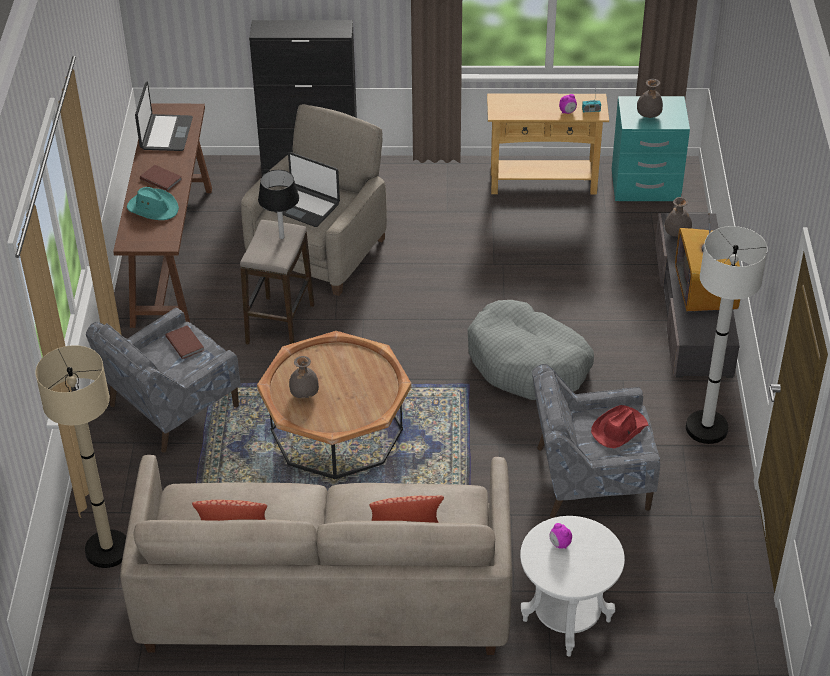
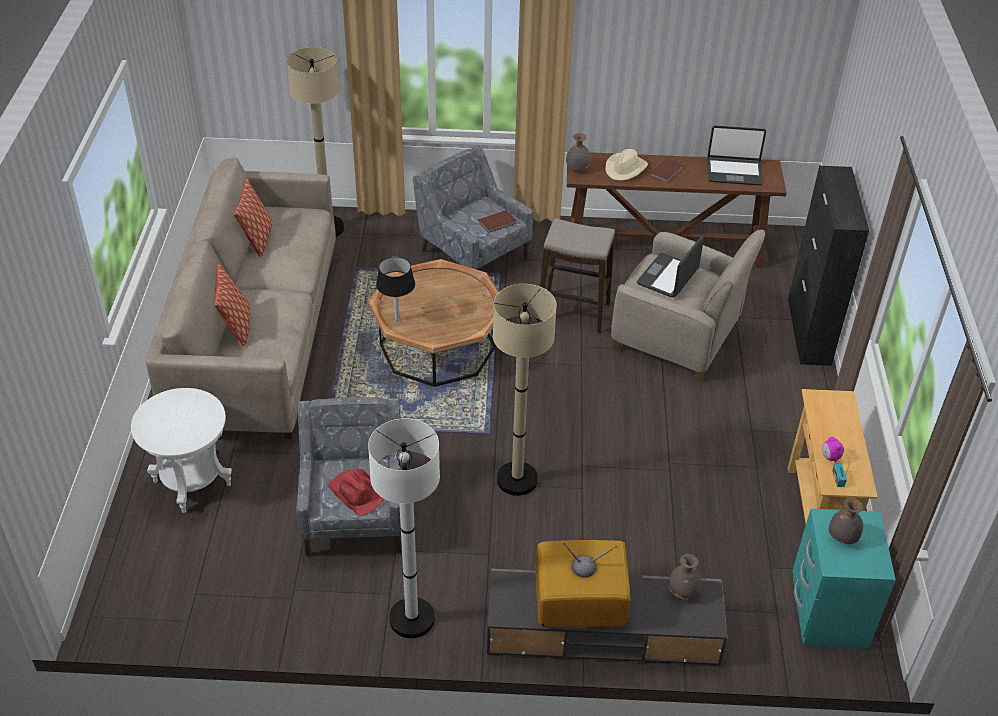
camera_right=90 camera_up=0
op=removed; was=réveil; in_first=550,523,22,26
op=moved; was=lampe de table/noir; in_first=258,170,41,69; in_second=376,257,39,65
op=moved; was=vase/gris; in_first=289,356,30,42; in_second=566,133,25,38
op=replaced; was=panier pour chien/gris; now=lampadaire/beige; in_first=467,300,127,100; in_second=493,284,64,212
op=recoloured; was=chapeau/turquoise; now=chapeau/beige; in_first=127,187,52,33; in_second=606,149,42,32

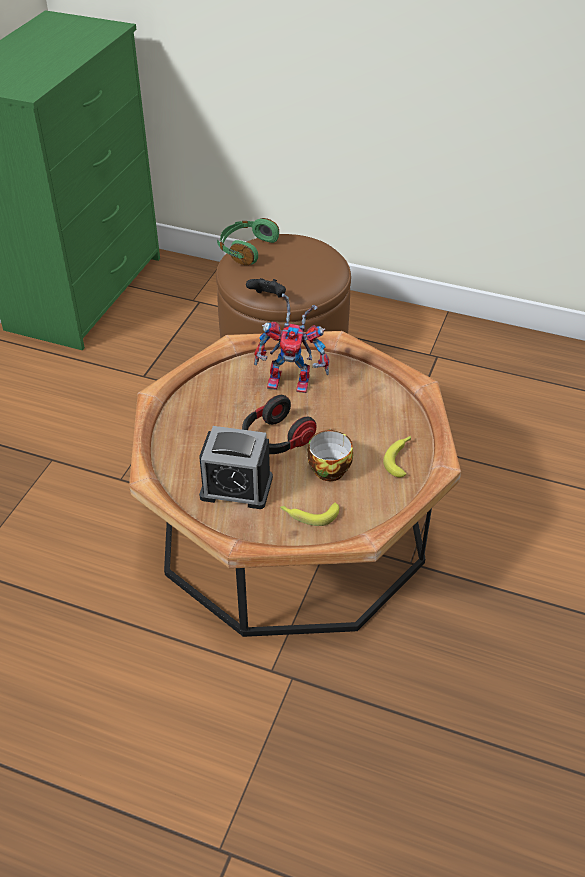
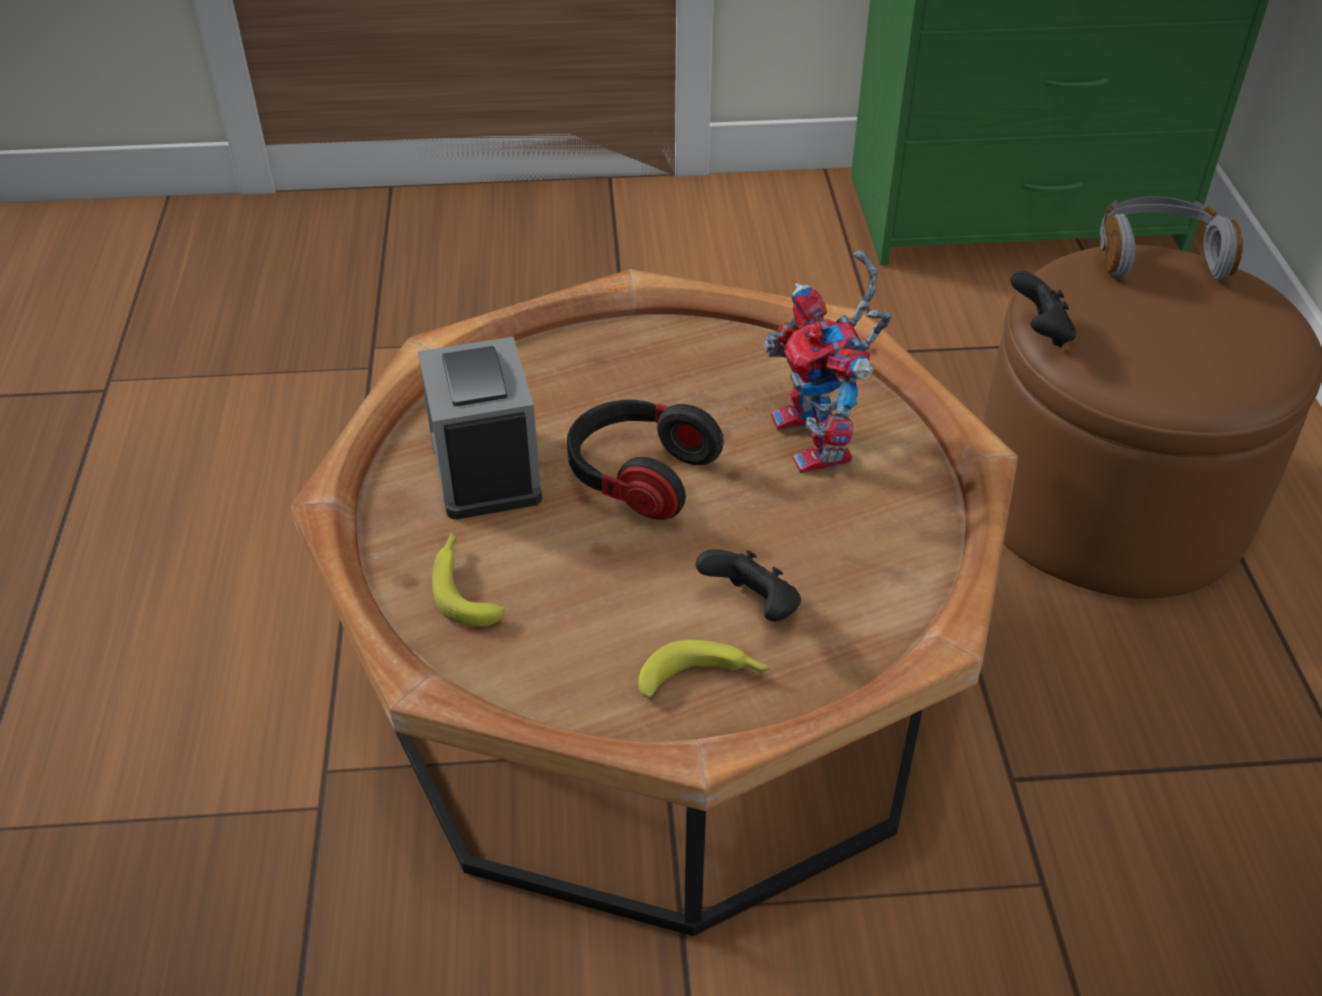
camera_right=65 camera_up=0
op=removed; was=tasse; in_first=307,429,46,52
op=added; now=manette/noir; in_second=696,549,105,72
op=recoloured; was=casque audio/vert; now=casque audio/gris; in_first=217,218,62,47; in_second=1100,196,143,84

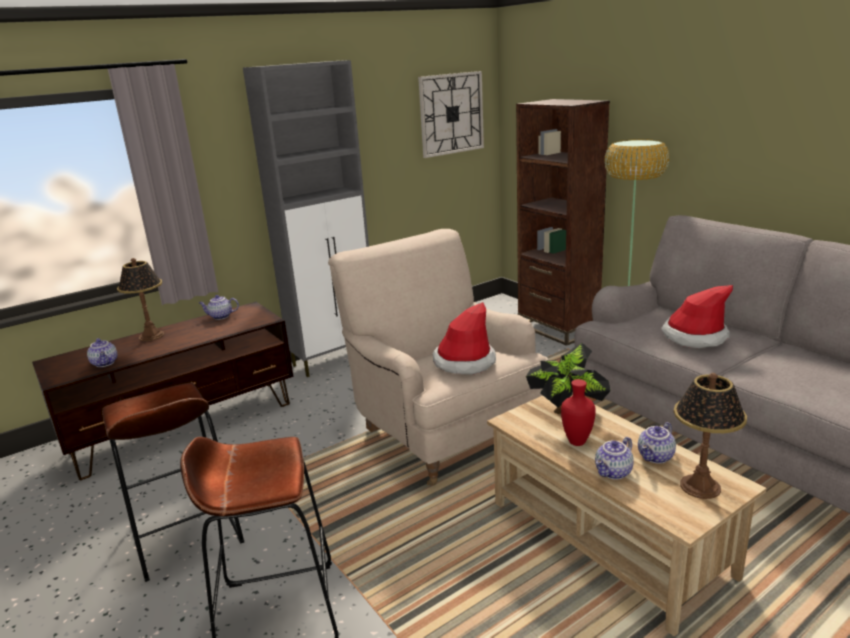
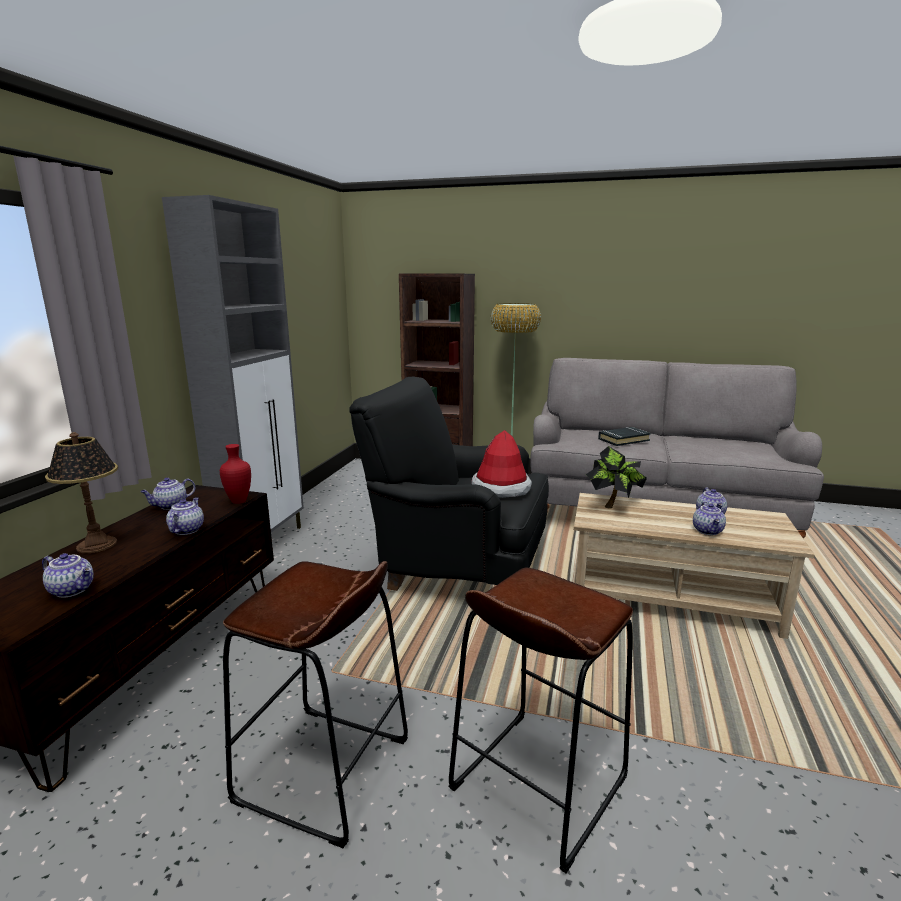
camera_right=-40 camera_up=-5
op=removed; was=horloge murale; in_first=418,71,66,87
op=removed; was=lampe de table; in_first=674,373,73,126
op=added; now=théière; in_second=166,498,38,37
op=moved; was=vase/rouge; in_first=561,379,35,67; in_second=220,444,31,60
op=replaced; was=chapeau; now=livre/noir; in_first=661,285,72,63; in_second=598,427,53,19
op=recoloured; was=fauteuil/beige; now=fauteuil/noir; in_first=328,229,220,257; in_second=349,377,200,214

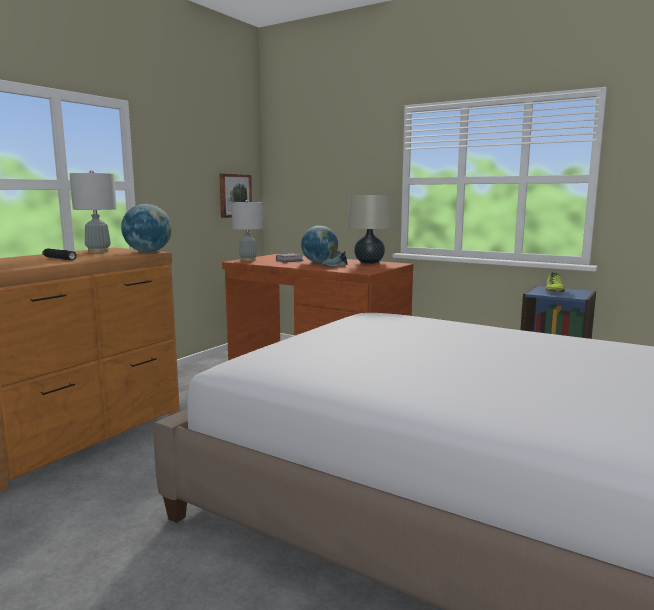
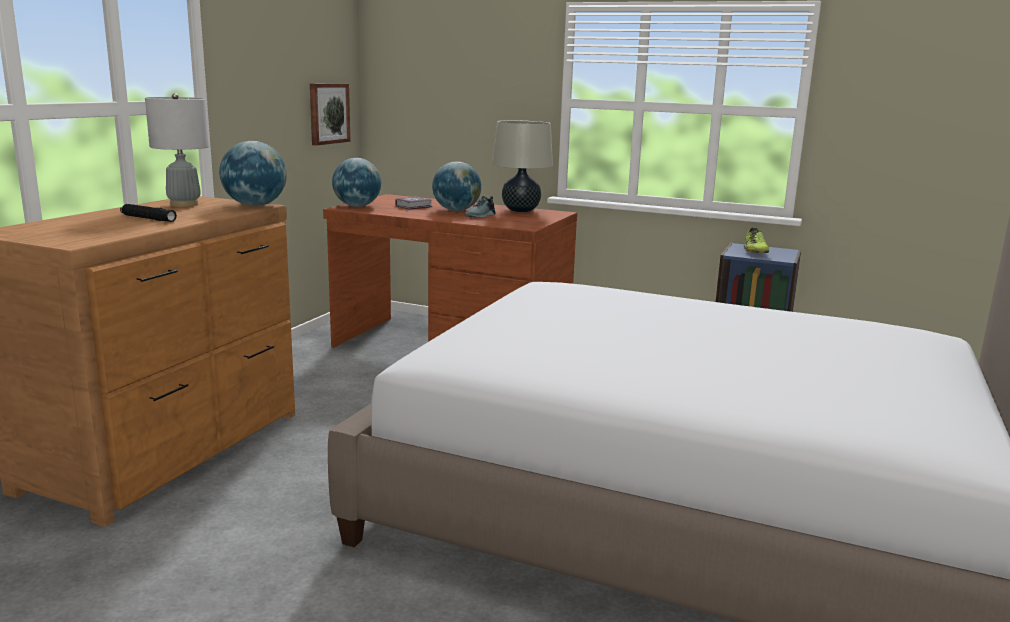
camera_right=-10 camera_up=5
op=replaced; was=lampe de table/gris; now=globe; in_first=231,200,32,61; in_second=332,158,49,49

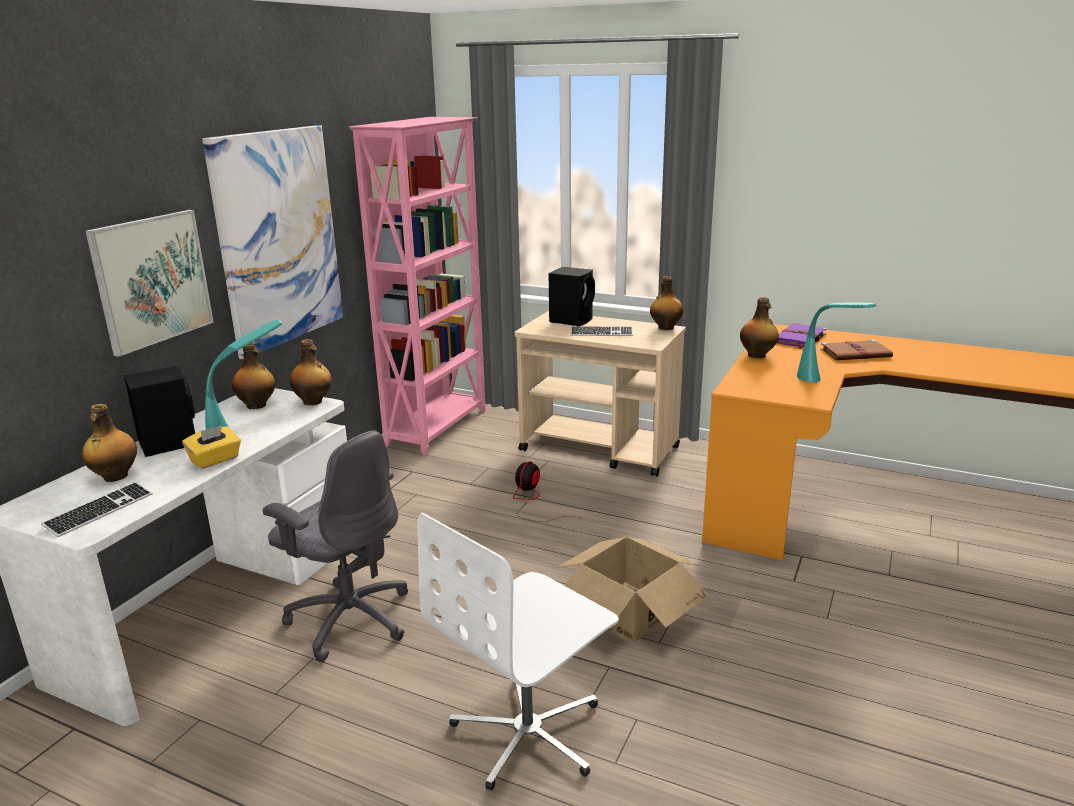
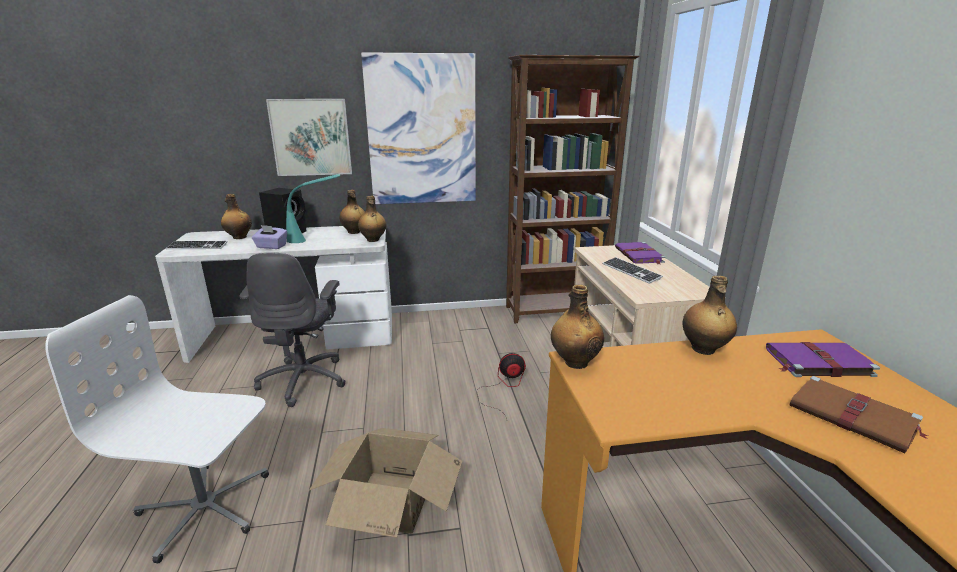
camera_right=55 camera_up=0
op=removed; was=lampe de table/turquoise; in_first=797,303,79,80
op=moved; was=bouteille; in_first=650,276,33,54; in_second=551,284,53,85
op=replaced; was=enceinte/noir; now=livre/violet; in_first=549,267,46,59; in_second=615,242,50,22
op=recoloured; was=boîte à mouchoirs/jaune; now=boîte à mouchoirs/violet; in_first=182,425,59,44; in_second=252,225,35,24
op=recoloured; was=bibliothèque/rose; now=bibliothèque/marron; in_first=349,117,137,338; in_second=506,55,134,268

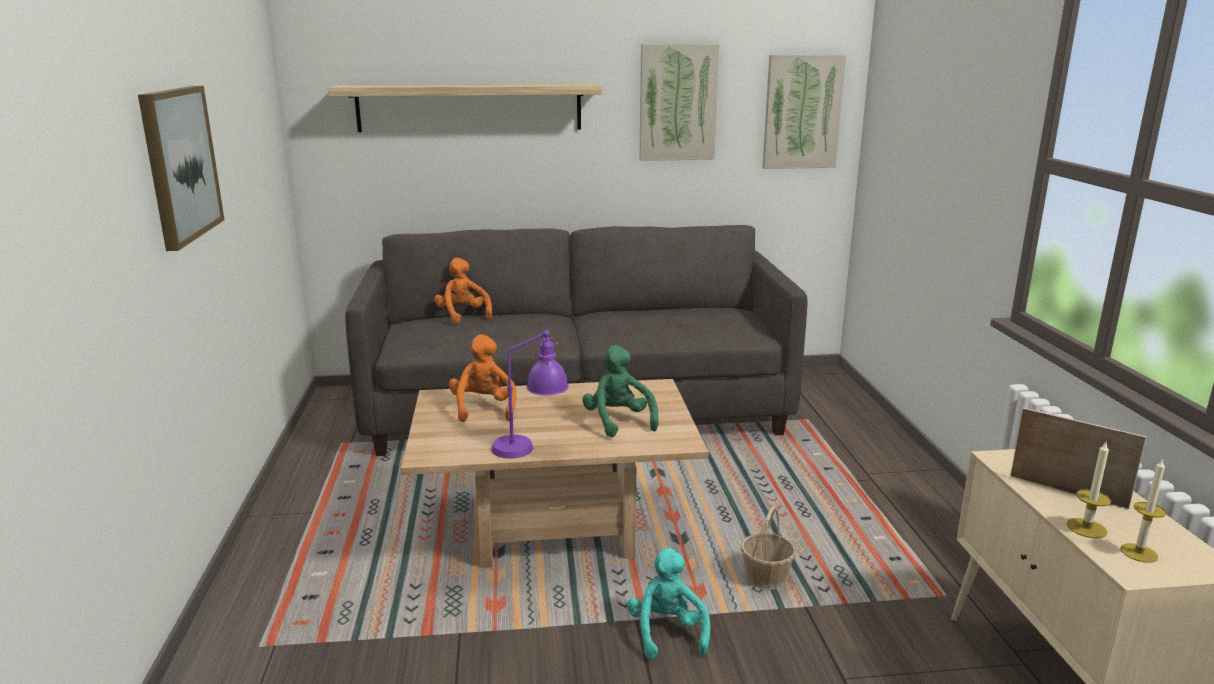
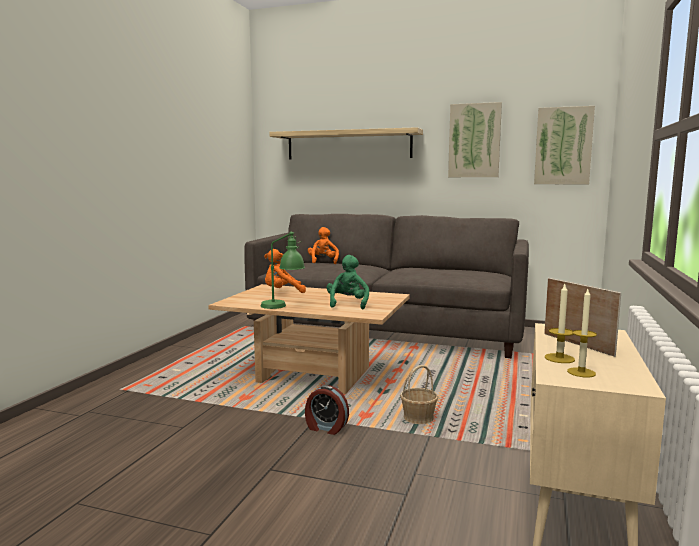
camera_right=25 camera_up=-10
op=removed; was=tableau; in_first=138,86,86,165
op=replaced; was=peluche/turquoise; now=réveil; in_first=627,548,83,111; in_second=305,385,44,50
op=recoloured; was=lampe de table/violet; now=lampe de table/vert; in_first=491,329,78,130; in_second=261,232,44,77
op=turned; was=peluche/orange; in_first=449,334,68,88; in_second=264,249,42,44; clockwise=-120

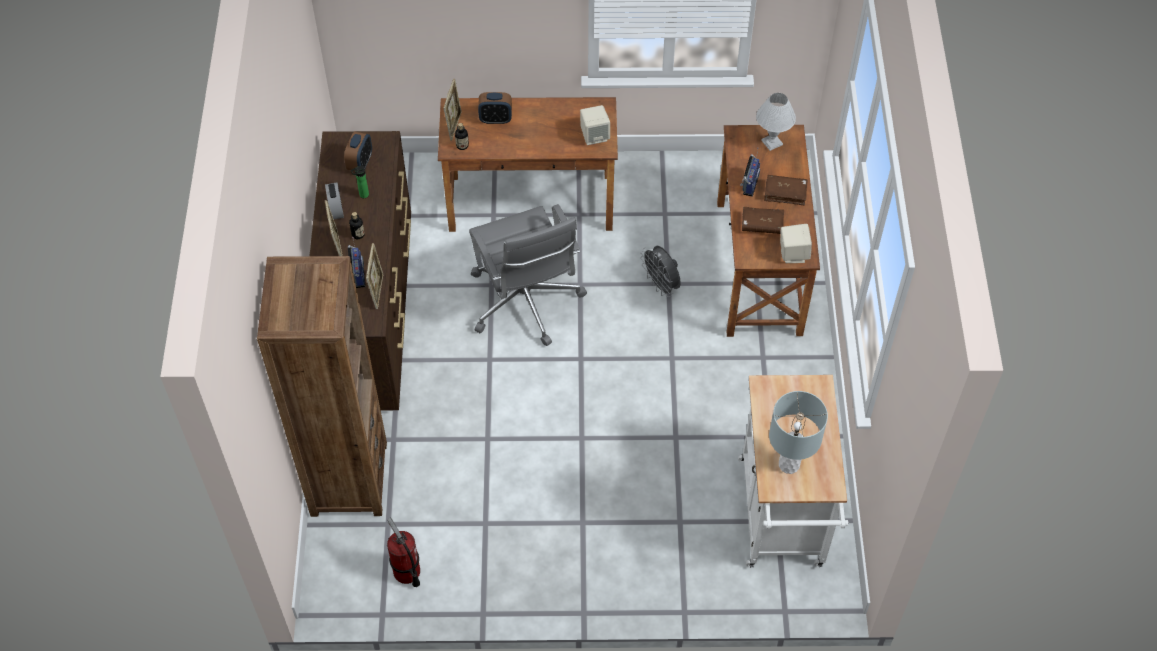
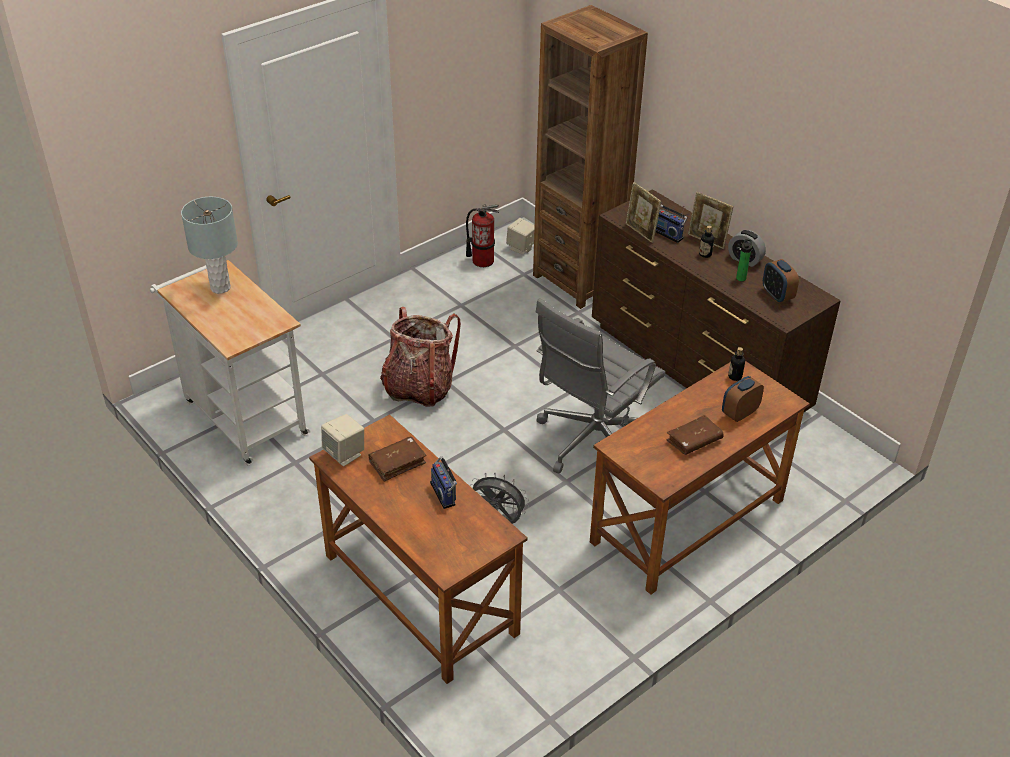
camera_right=140 camera_up=-15
op=removed; was=cadre photo; in_first=443,79,19,62
op=removed; was=lampe de table/blanc; in_first=756,93,40,58
op=added; now=sac à dos; in_second=380,307,81,100
op=moved; was=enceinte/beige; in_first=580,105,30,40; in_second=506,218,29,36
op=moved; was=livre/marron; in_first=764,175,44,30; in_second=667,415,57,40
op=turned; was=chaise de bureau/gris; in_first=469,204,118,142; in_second=535,298,130,176; clockwise=-75

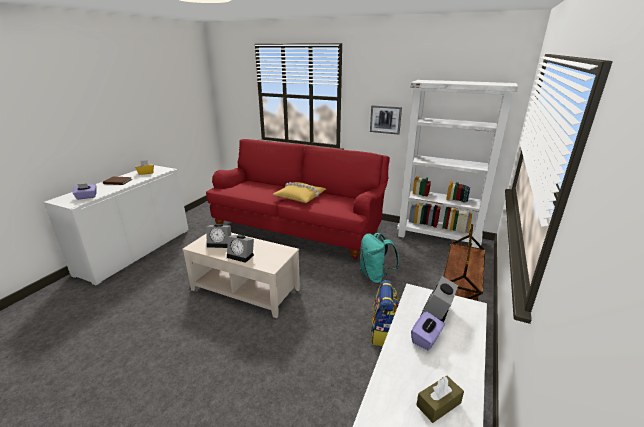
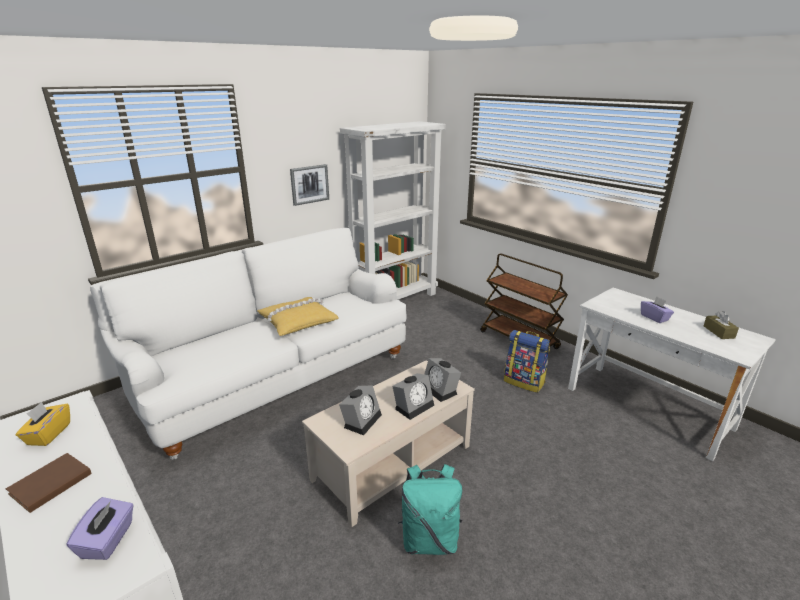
camera_right=-65 camera_up=0
op=moved; was=sac à dos/turquoise; in_first=360,233,39,51; in_second=398,464,64,91
op=moved; was=réveil; in_first=420,276,38,46; in_second=424,358,37,44
op=recoloured; was=canapé/rouge; now=canapé/blanc; in_first=206,139,184,121; in_second=90,228,317,232

